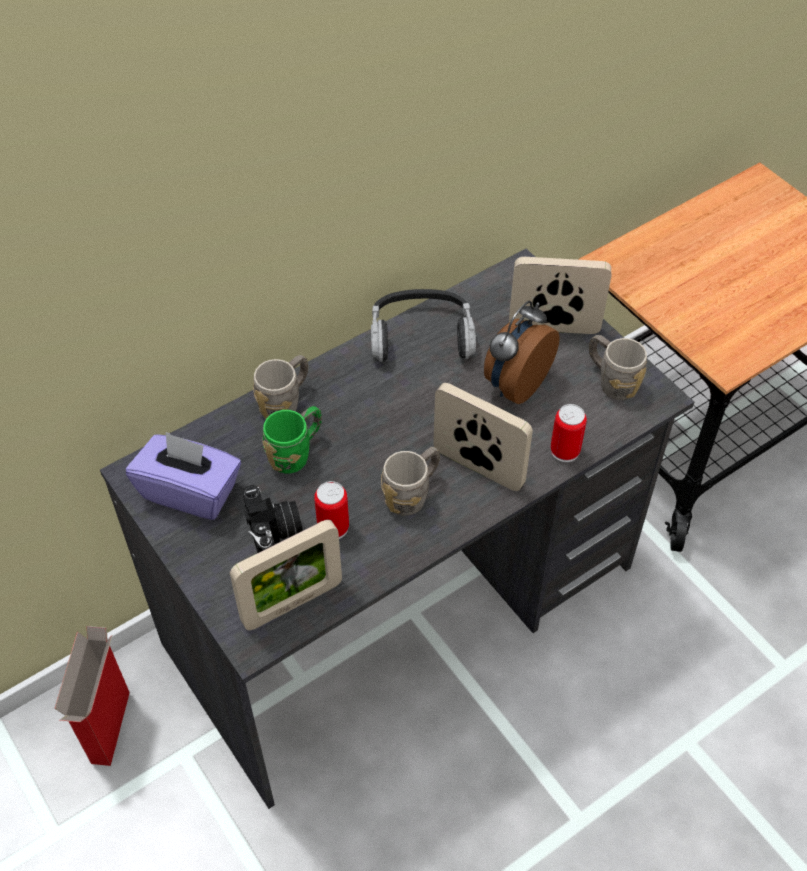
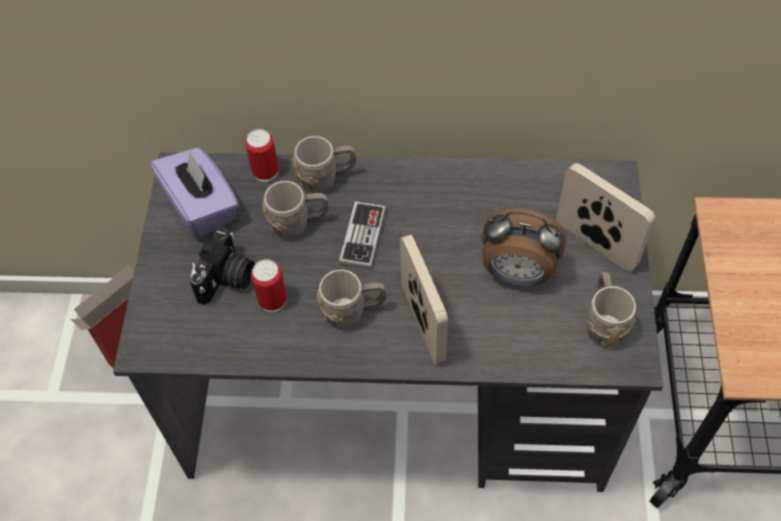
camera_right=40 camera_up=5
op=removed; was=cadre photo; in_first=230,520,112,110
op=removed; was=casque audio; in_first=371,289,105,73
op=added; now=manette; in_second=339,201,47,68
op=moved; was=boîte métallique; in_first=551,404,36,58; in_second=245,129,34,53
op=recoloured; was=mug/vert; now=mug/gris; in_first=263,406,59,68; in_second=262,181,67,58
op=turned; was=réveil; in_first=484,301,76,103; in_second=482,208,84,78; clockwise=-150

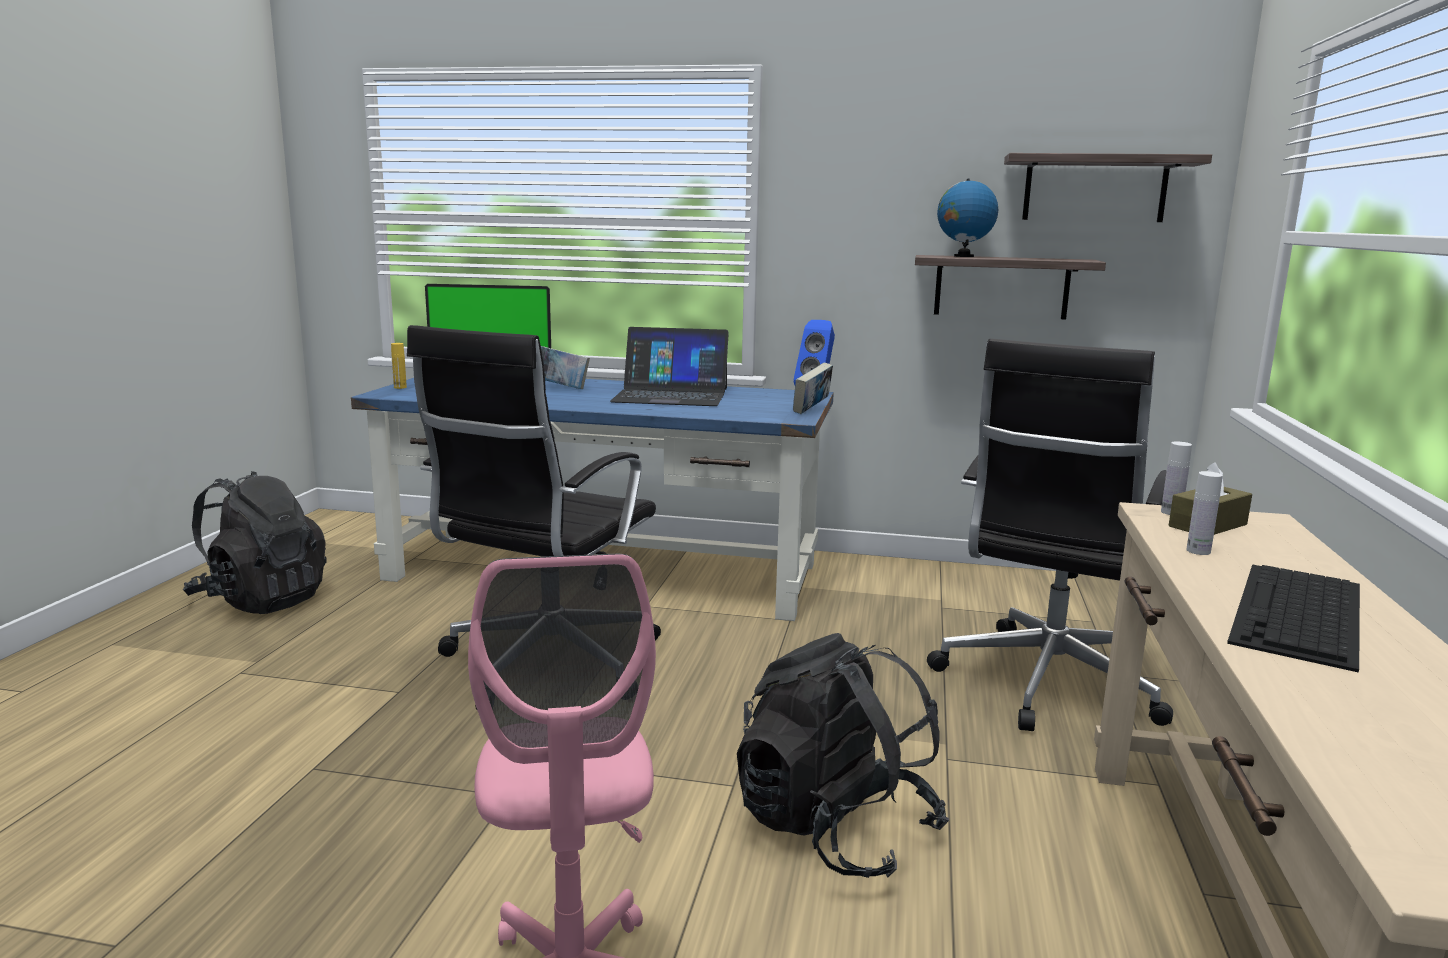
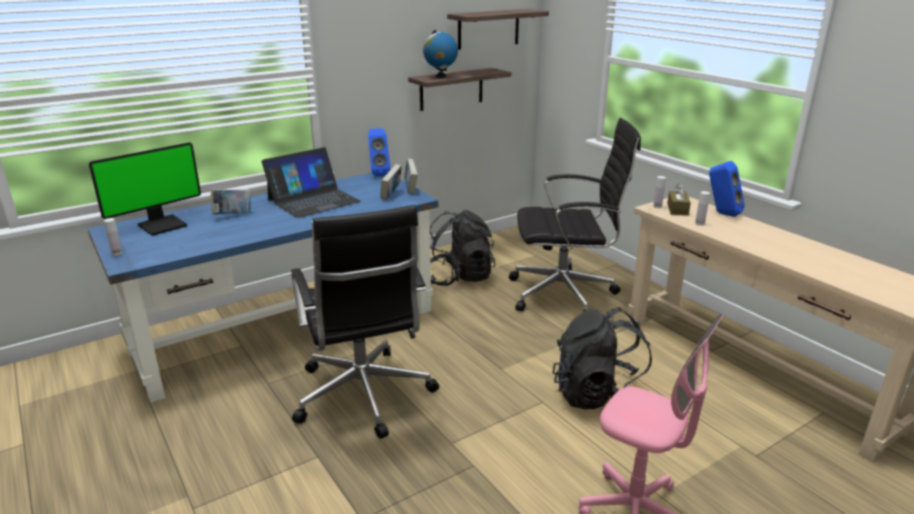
camera_right=-45 camera_up=10
op=removed; was=clavier; in_first=1227,564,133,109
op=added; now=livre; in_second=381,164,20,36
op=added; now=enceinte/bleu; in_second=709,161,36,56
op=moved; was=sac à dos/noir; in_first=183,471,143,143; in_second=430,210,65,76
op=recoloured; was=bouteille/jaune; now=bouteille/blanc; in_first=391,343,16,46; in_second=104,218,19,38
op=turned; was=chaise de bureau/noir; in_first=927,339,246,392; in_second=509,118,132,194; clockwise=-75

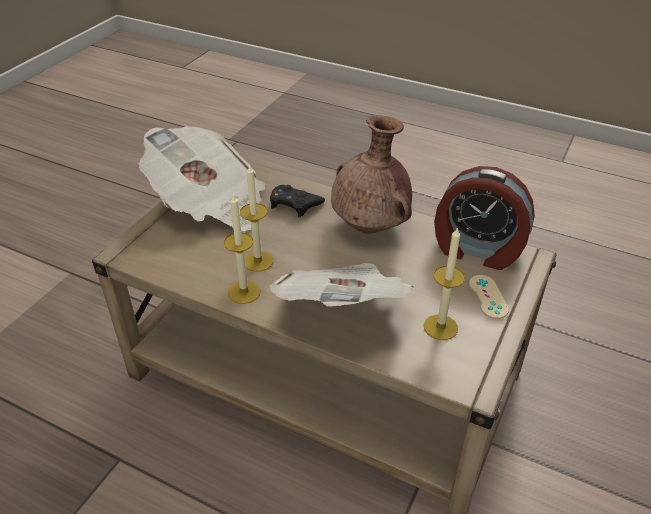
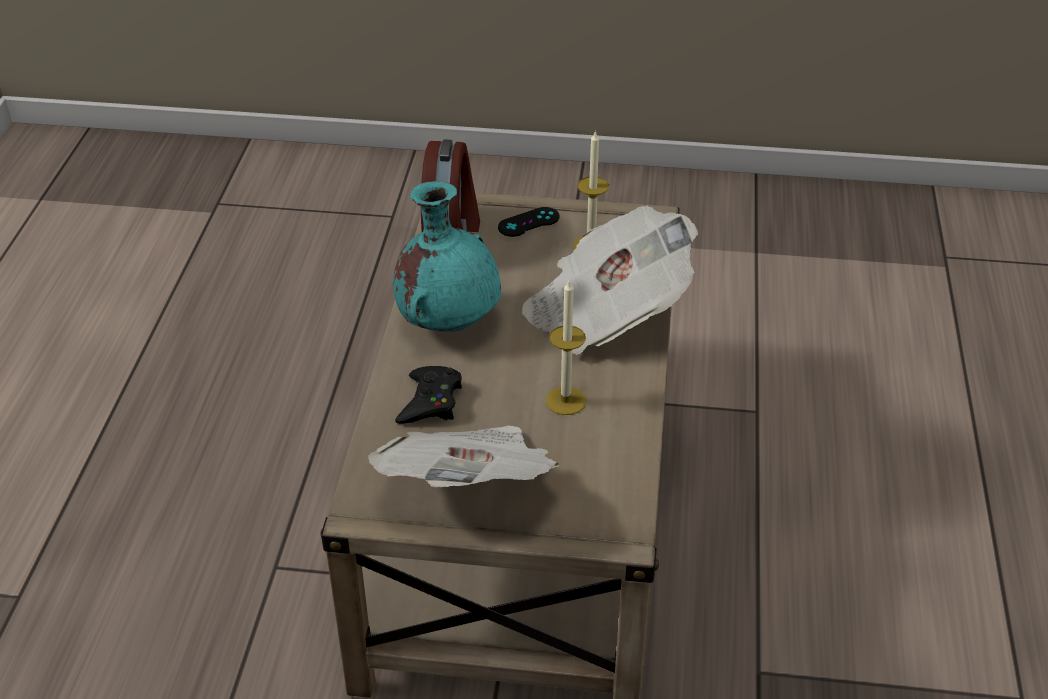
camera_right=-110 camera_up=0
op=removed; was=bougie; in_first=224,193,36,111
op=recoloured; was=vase/marron; now=vase/turquoise; in_first=331,115,81,119; in_second=393,181,108,151
op=recoloured; was=manette/beige; now=manette/noir; in_first=469,275,40,44; in_second=498,207,62,30

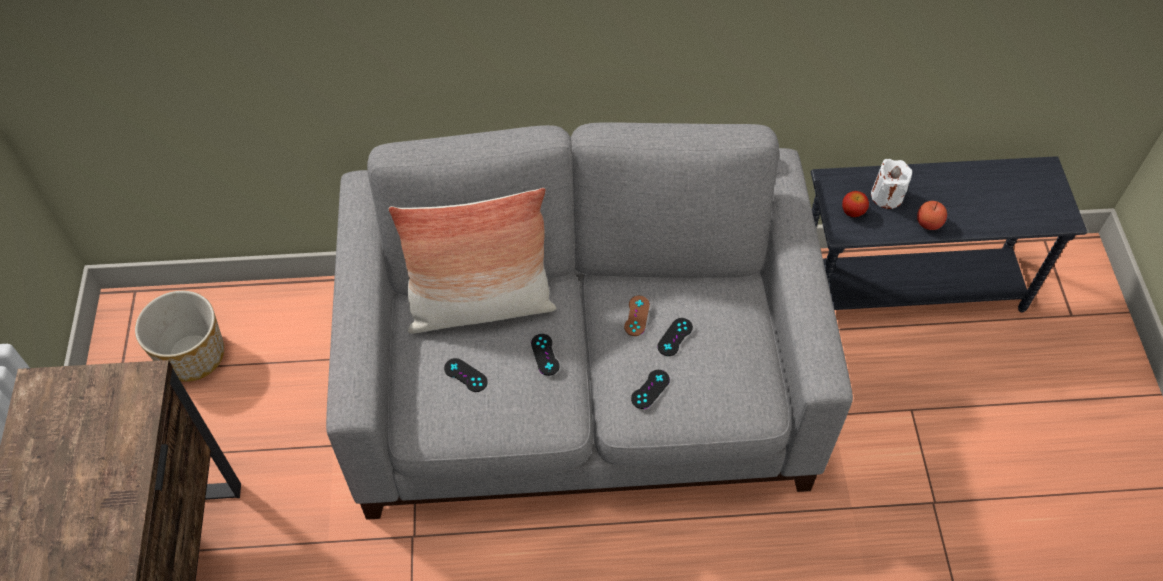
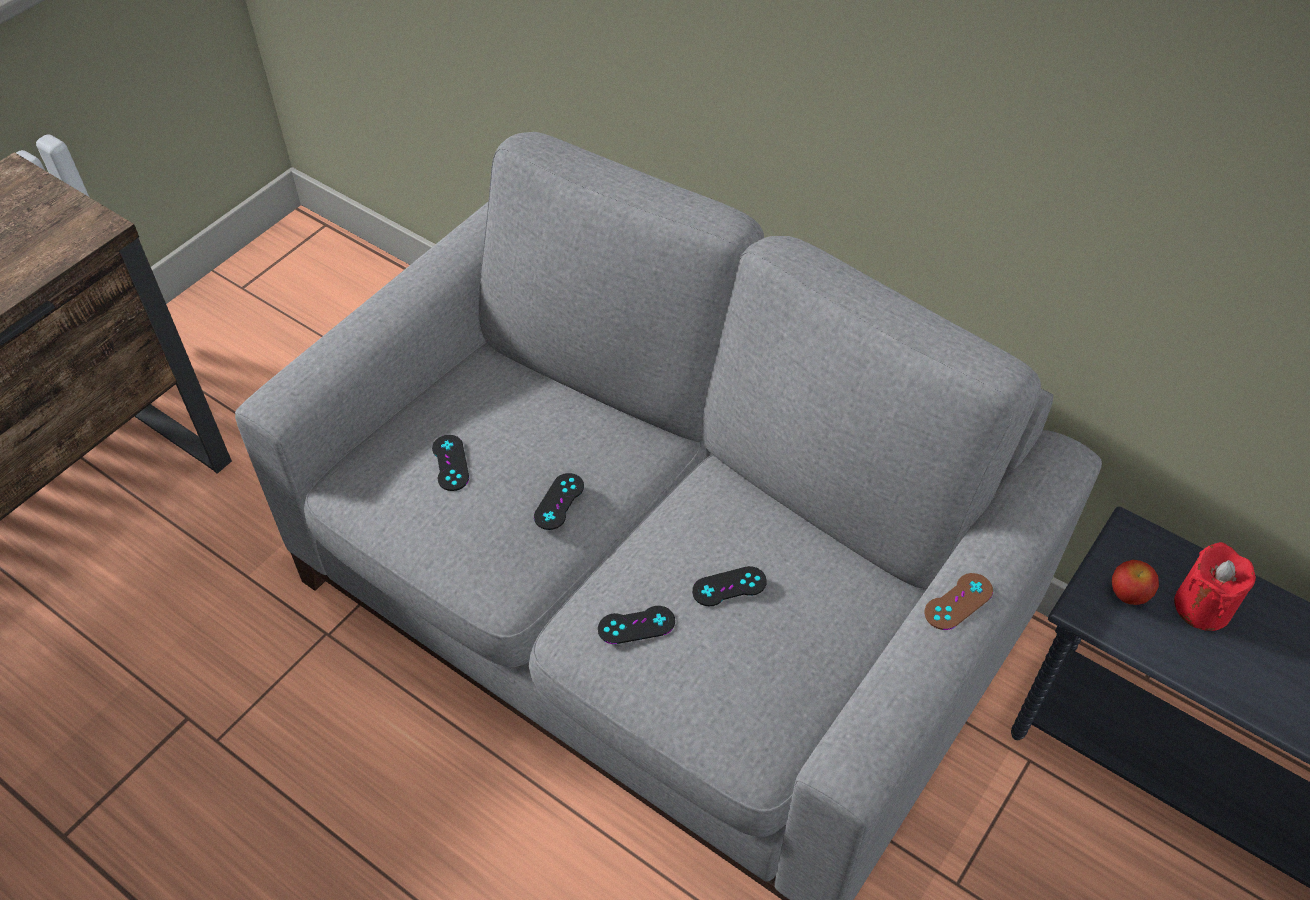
camera_right=40 camera_up=-5
op=removed; was=cache-pot; in_first=135,291,89,91
op=removed; was=coussin; in_first=389,188,167,145
op=removed; was=pomme; in_first=917,201,30,29
op=moved; was=manette/marron; in_first=624,296,26,40; in_second=924,573,69,57
op=recoloured; was=bougie/blanc; now=bougie/rouge; in_first=871,159,41,50; in_second=1174,542,82,89

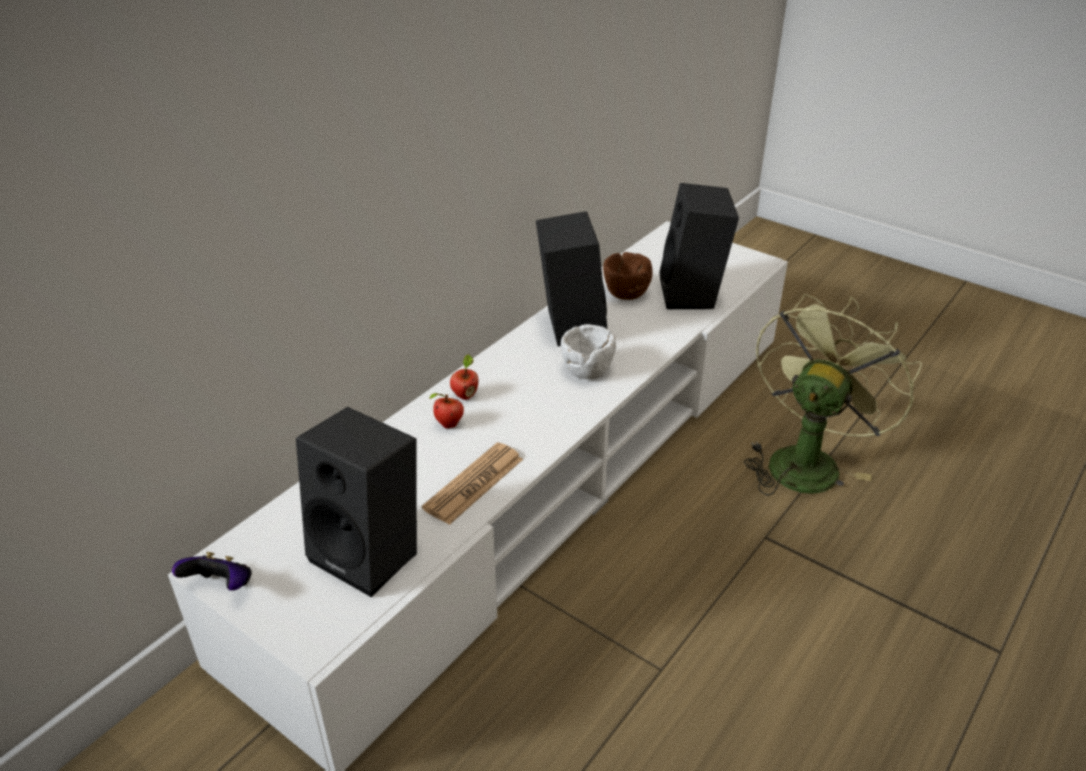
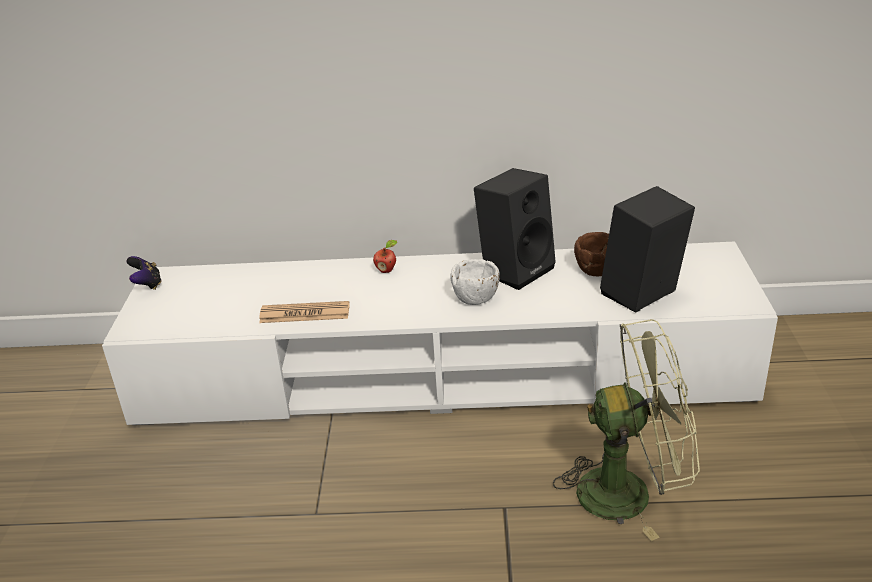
camera_right=55 camera_up=-5
op=removed; was=enceinte/noir; in_first=296,407,121,190
op=removed; was=pomme; in_first=429,393,35,36

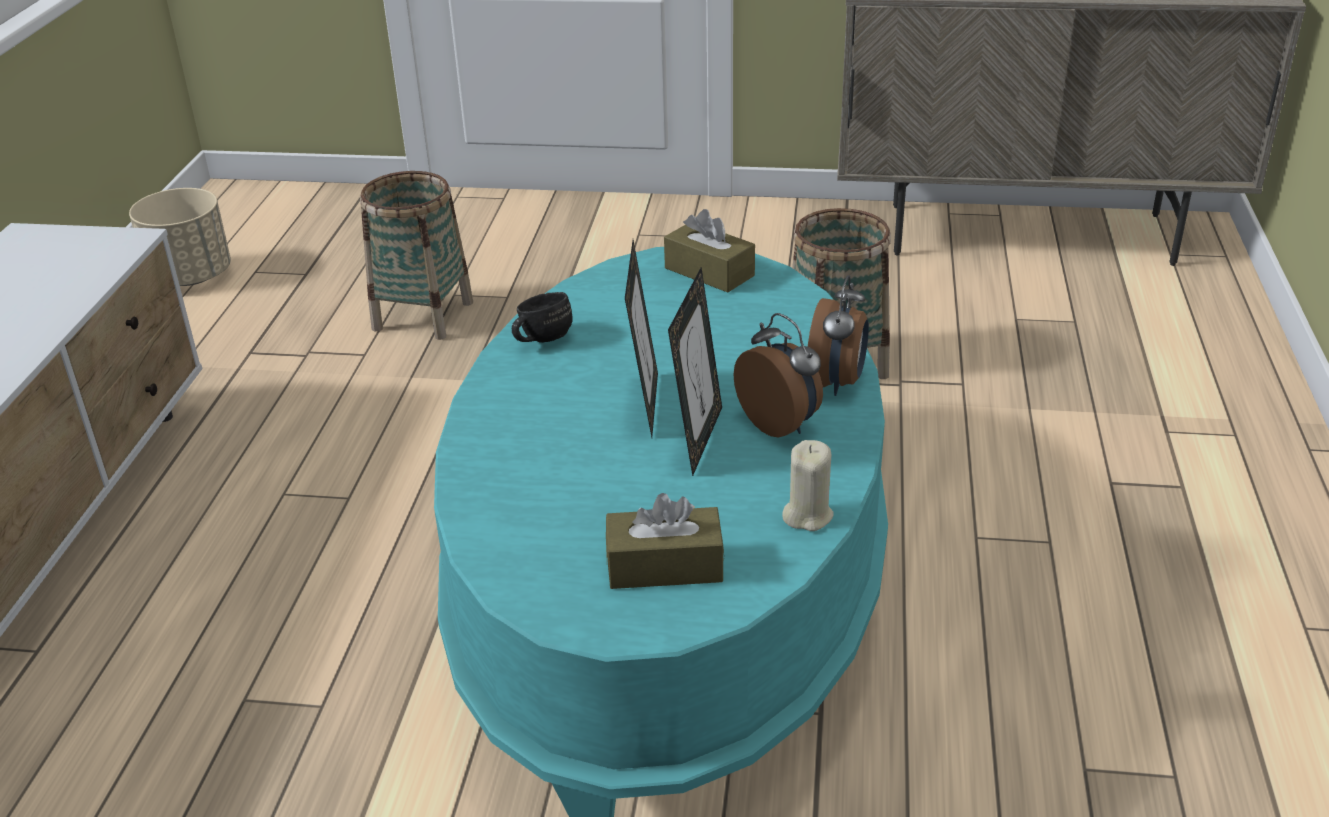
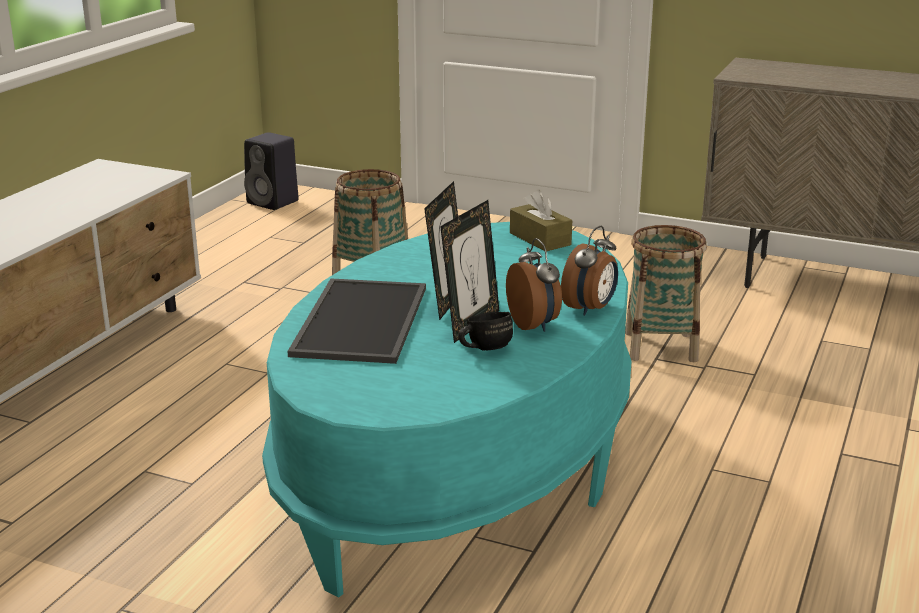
camera_right=15 camera_up=-10
op=removed; was=cache-pot/beige; in_first=129,188,102,98
op=removed; was=boîte à mouchoirs/marron; in_first=606,493,118,96
op=removed; was=bougie/beige; in_first=782,440,52,91
op=added; now=enceinte/noir; in_second=244,132,55,78
op=added; now=plateau; in_second=288,279,138,85
op=moved; was=mug/noir; in_first=512,292,61,51; in_second=458,312,55,38

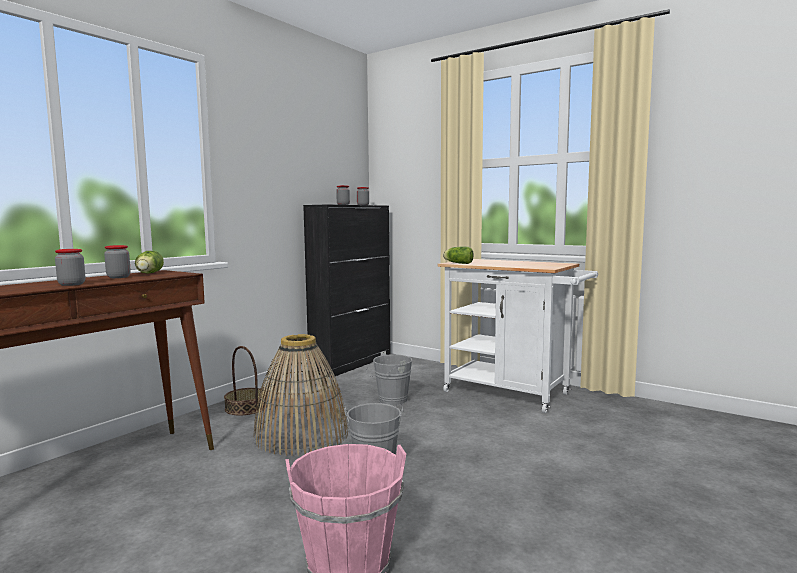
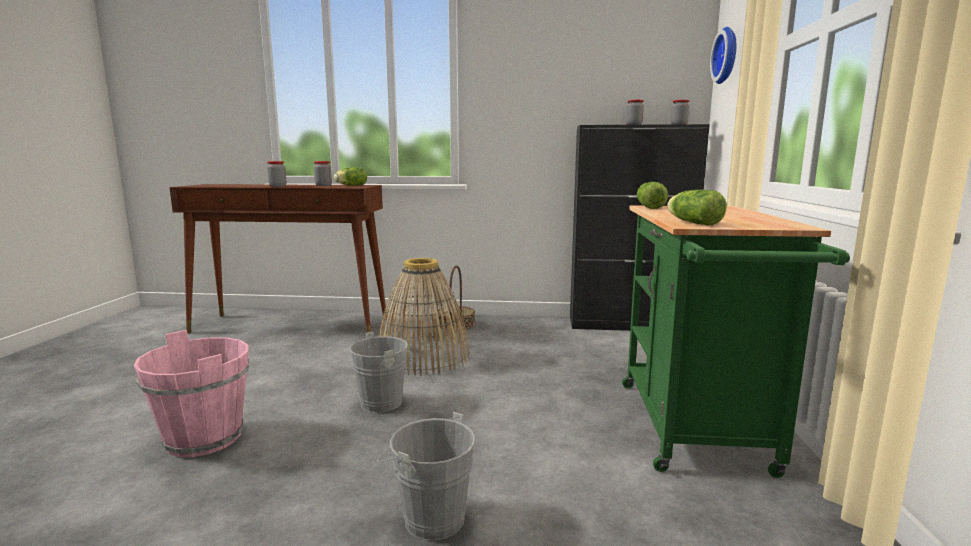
camera_right=60 camera_up=5
op=added; now=laitue; in_second=667,190,60,36
op=added; now=horloge murale; in_second=710,27,26,57
op=moved; was=seau/gris; in_first=366,351,46,55; in_second=377,412,99,129
op=recoloured; was=chariot/blanc; now=chariot/vert; in_first=438,259,160,154; in_second=622,205,228,273

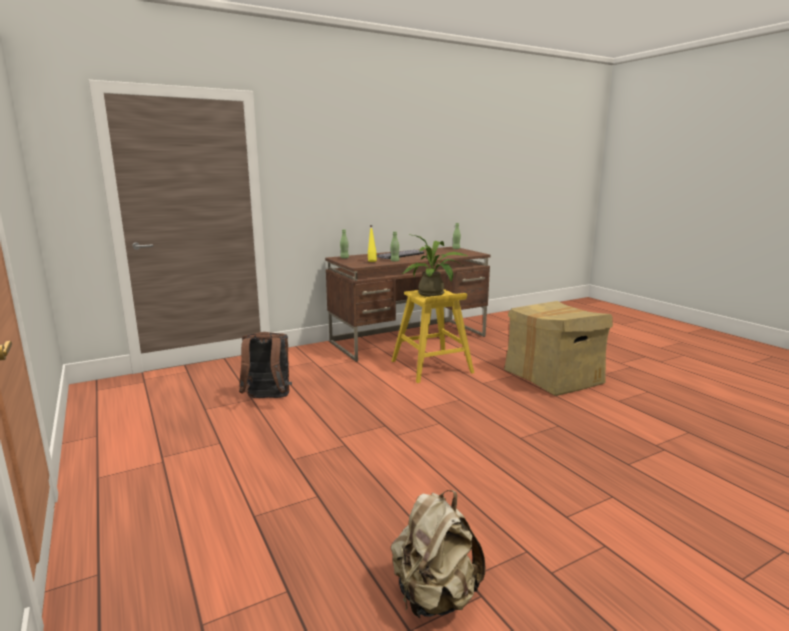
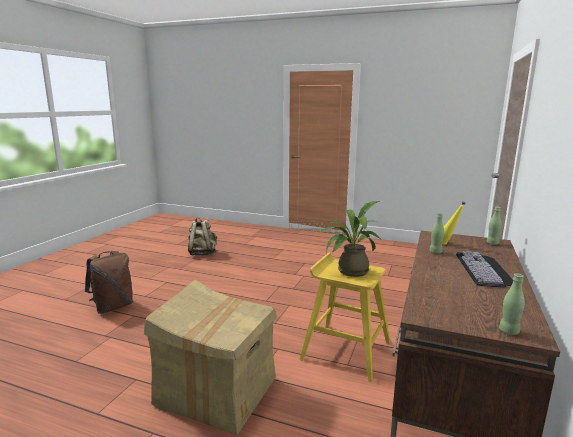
camera_right=140 camera_up=0
op=moved; was=sac à dos/marron; in_first=239,332,53,66; in_second=85,251,48,63

